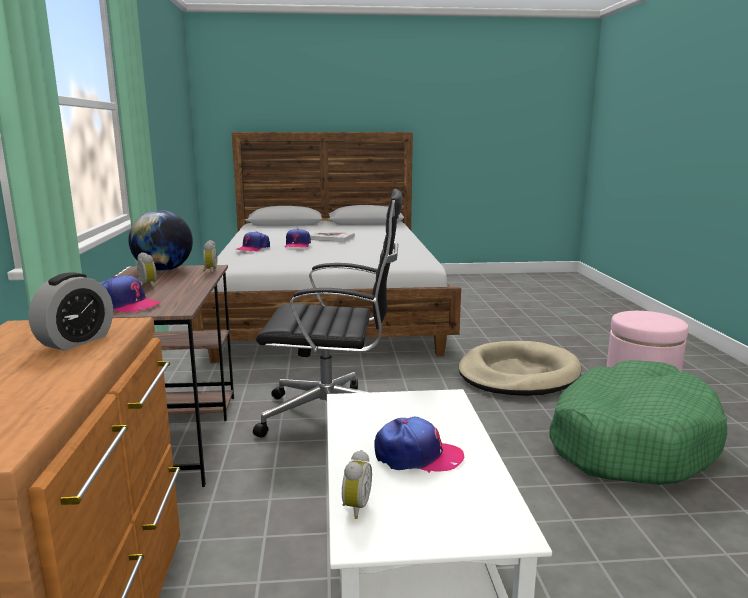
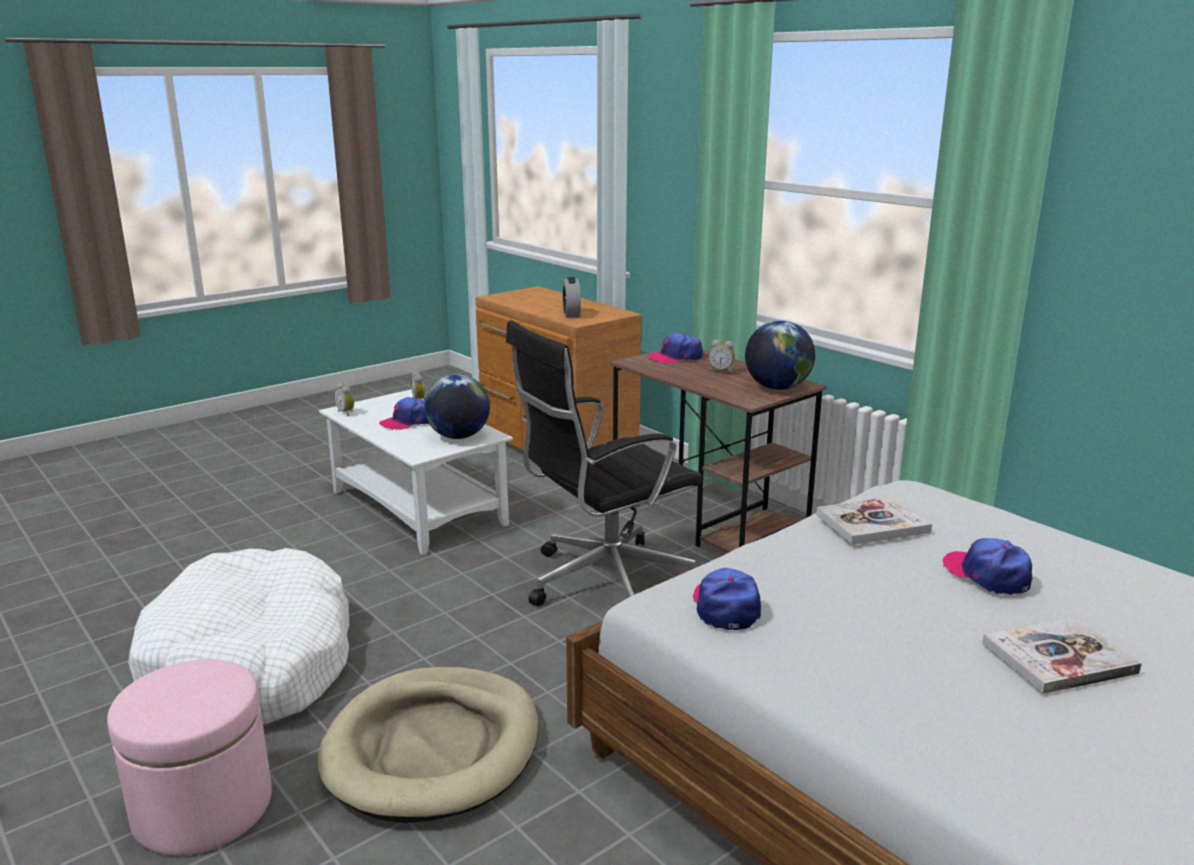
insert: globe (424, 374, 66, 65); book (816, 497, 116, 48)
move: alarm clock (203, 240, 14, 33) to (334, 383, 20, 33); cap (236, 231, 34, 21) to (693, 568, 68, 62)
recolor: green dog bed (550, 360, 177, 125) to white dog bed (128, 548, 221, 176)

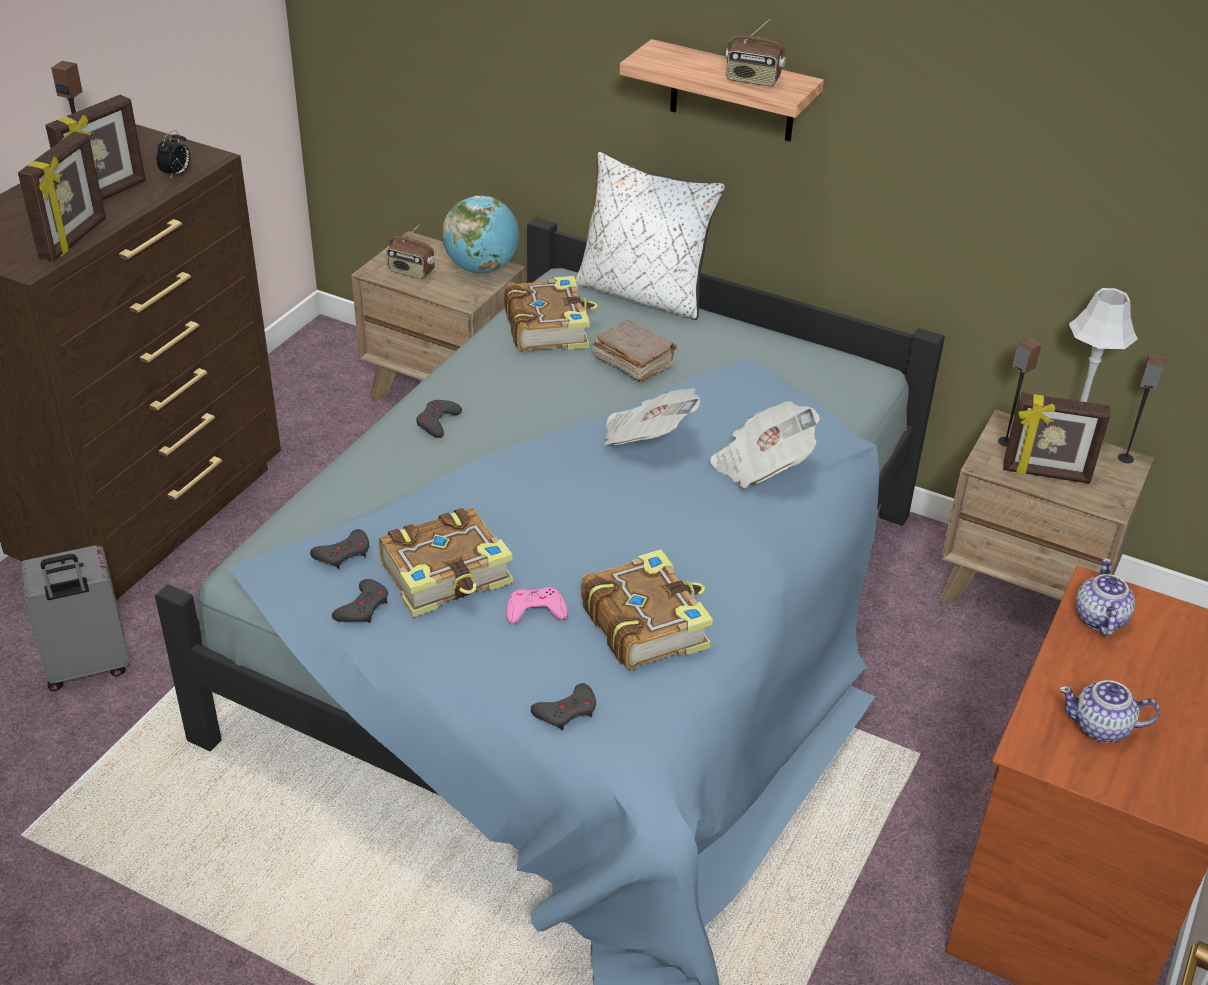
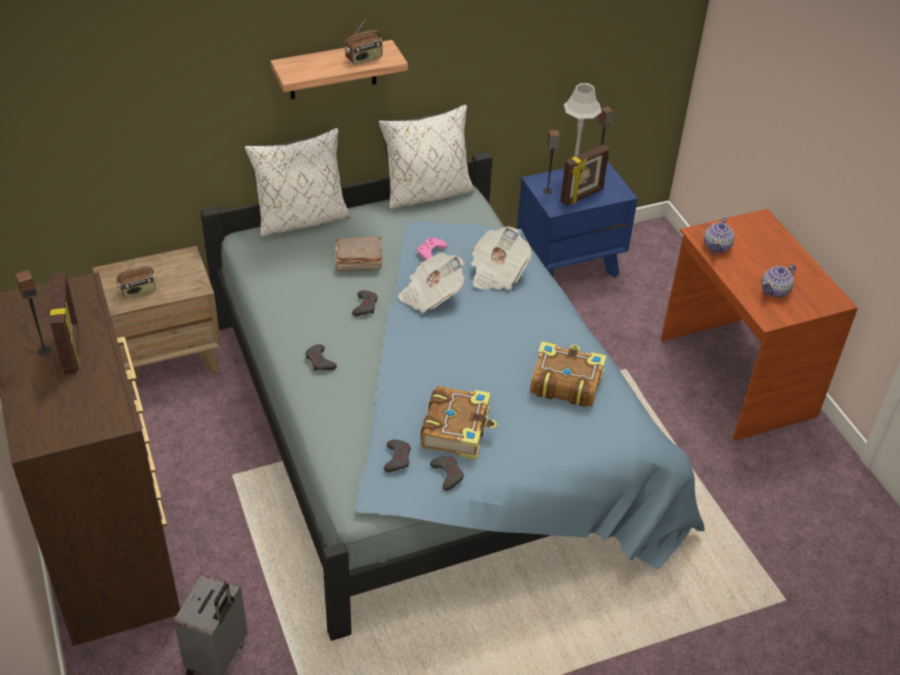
delete: picture frame (18, 132, 88, 129); alarm clock (156, 130, 35, 50); globe (442, 196, 77, 78); book (504, 276, 93, 76)
insert: white pillow (379, 105, 95, 105)
move: pink game controller (506, 587, 62, 37) to (417, 237, 30, 24); grey game controller (531, 683, 65, 47) to (352, 290, 26, 26)
recolor: brown nightstand (939, 409, 215, 196) to blue nightstand (517, 162, 121, 116)
rotate: teapot (1075, 558, 60, 79) = (704, 217, 30, 36) 120 degrees counterclockwise

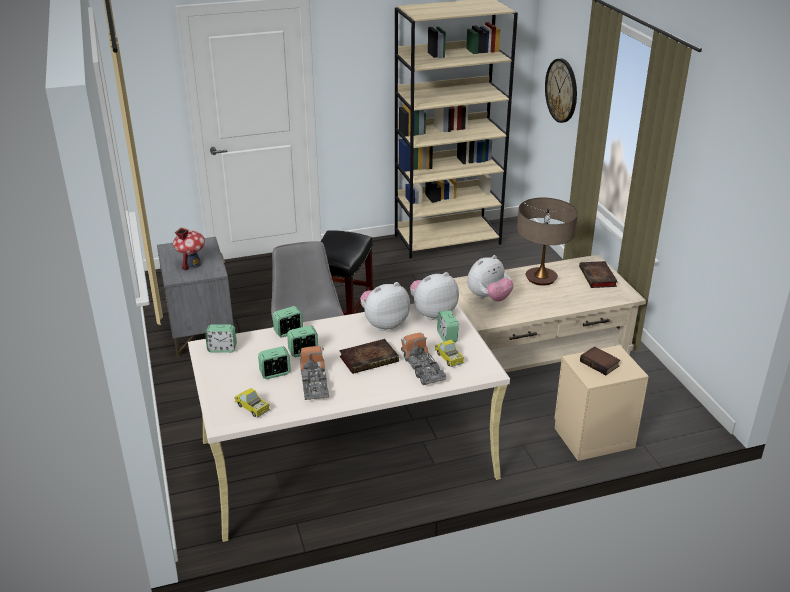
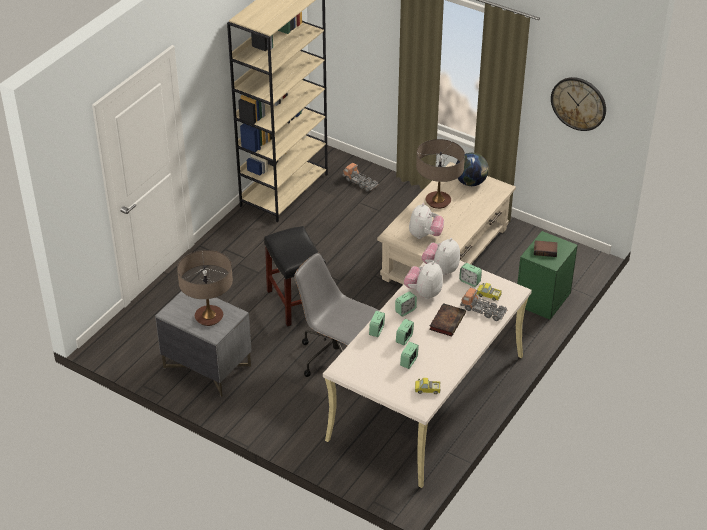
move: alarm clock (205, 324, 32, 29) to (395, 291, 22, 26); toy truck (298, 346, 31, 54) to (343, 163, 36, 29); wall clock (545, 58, 32, 65) to (551, 77, 55, 54)
replace: toy house (173, 227, 32, 43) to table lamp (177, 250, 56, 76); book (579, 261, 39, 27) to globe (456, 153, 33, 33)
recolor: beige nightstand (554, 345, 95, 116) to green nightstand (517, 231, 61, 89)

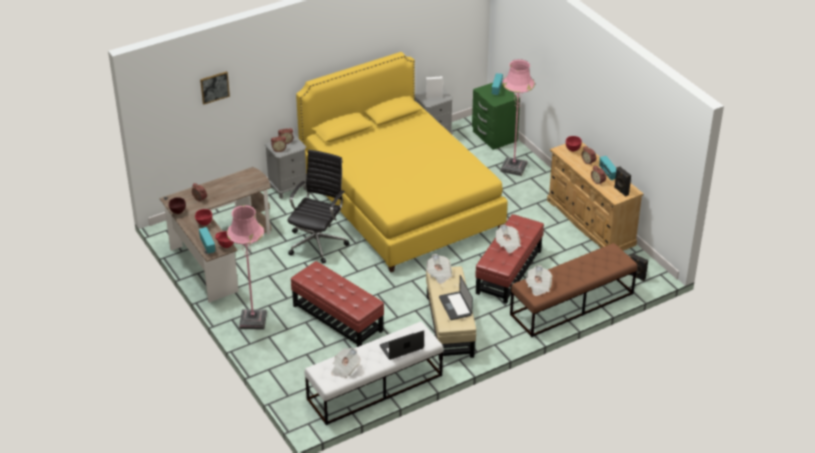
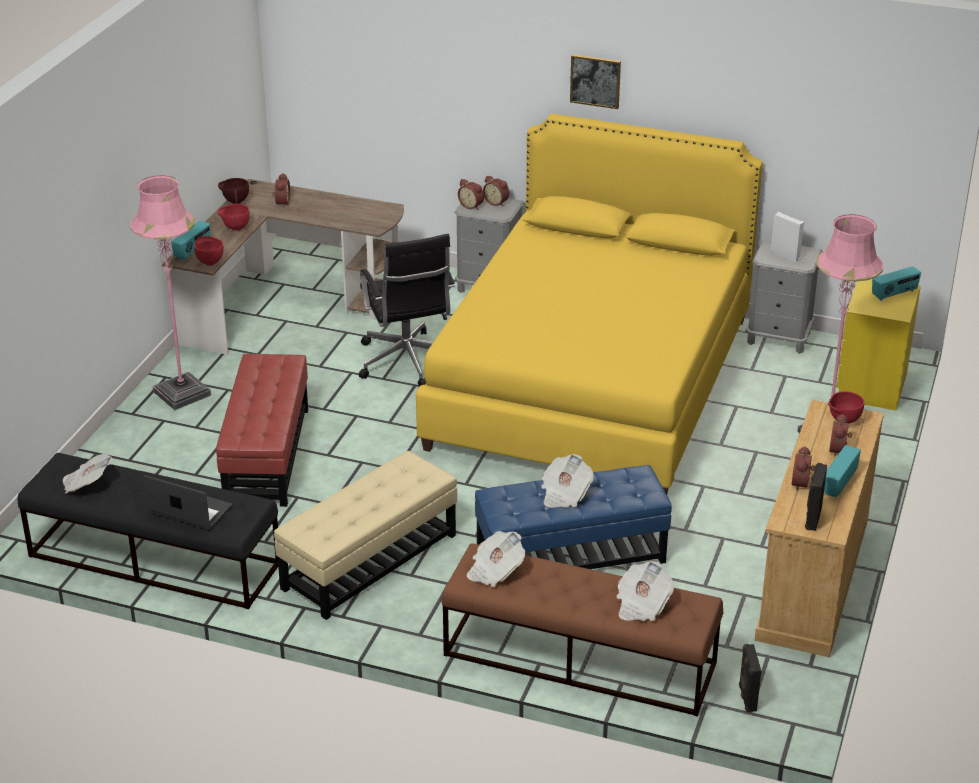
delete: laptop (439, 275, 34, 45)
move: picture (200, 71, 30, 34) to (570, 54, 51, 55); newspaper (427, 254, 26, 30) to (616, 561, 58, 60)
recolor: white bench (304, 321, 140, 104) to black bench (18, 453, 260, 156); green nightstand (472, 83, 48, 67) to yellow nightstand (836, 279, 85, 132); red ottoman (475, 214, 69, 90) to blue ottoman (475, 465, 197, 104)
rotate: black office chair (287, 150, 62, 114) = (359, 234, 96, 153) 90 degrees clockwise

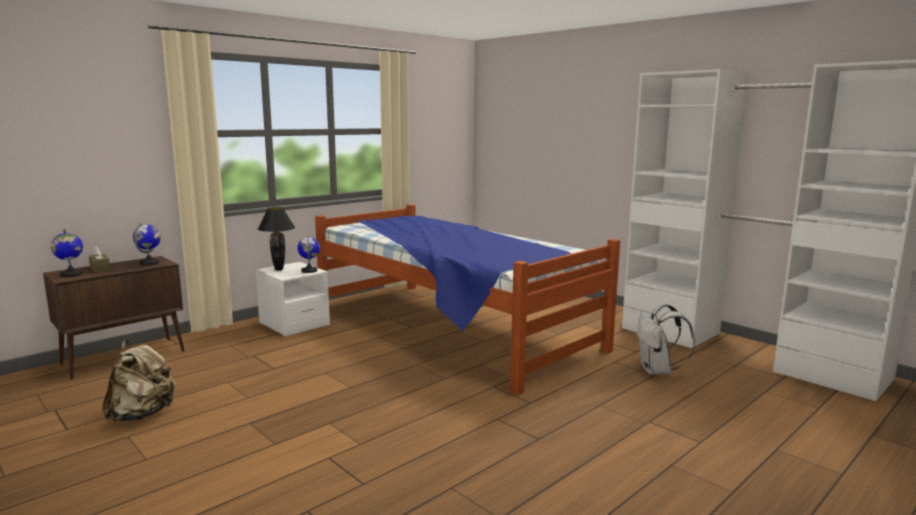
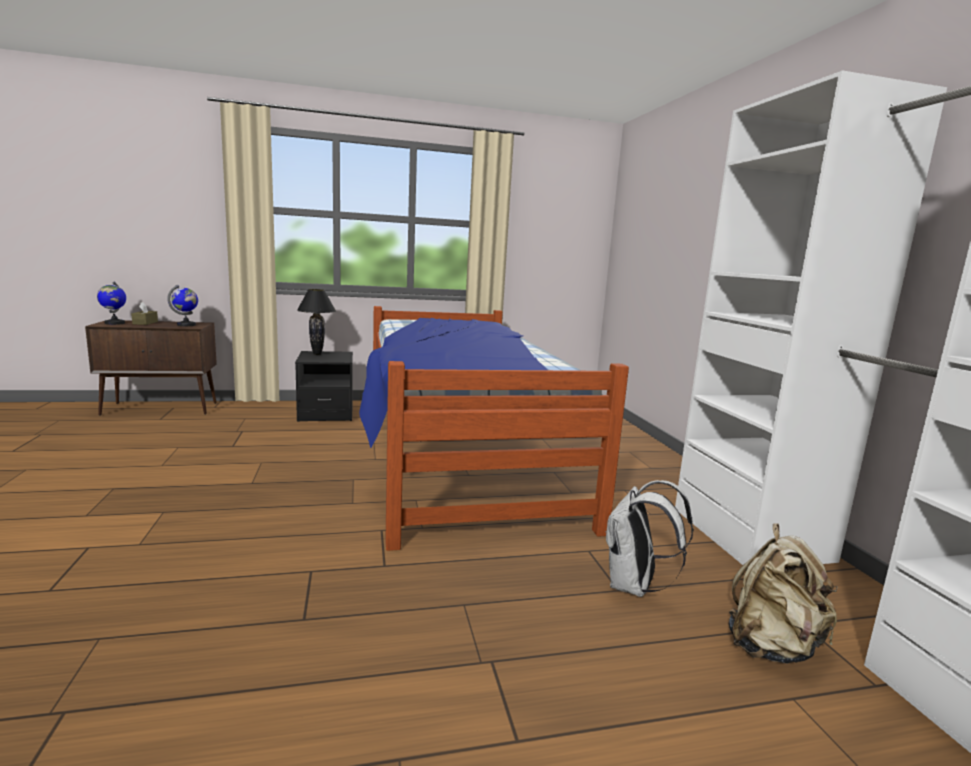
delete: globe (297, 235, 23, 38)
move: beige backpack (102, 340, 74, 81) to (729, 523, 109, 140)
recolor: white nightstand (255, 262, 75, 75) to black nightstand (295, 351, 58, 71)

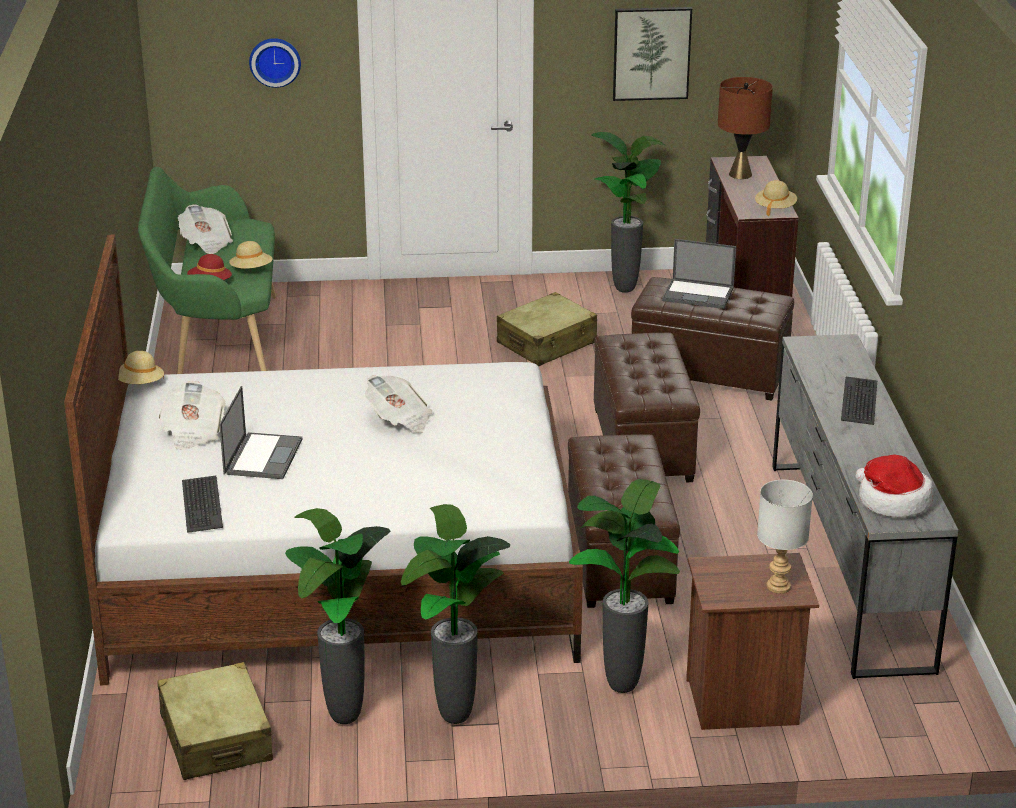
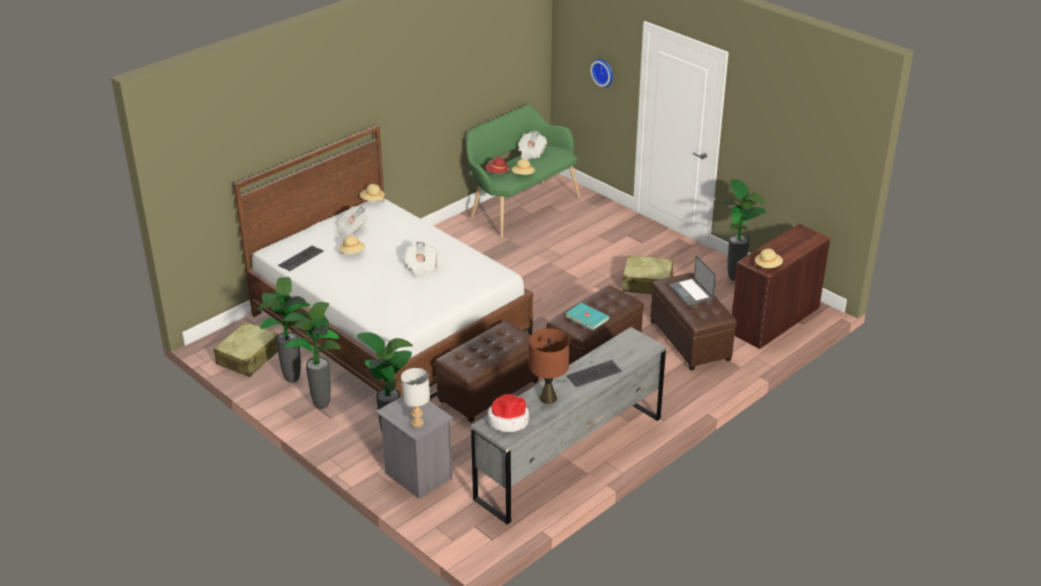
delete: picture (613, 7, 79, 94)
insert: turquoise book (565, 303, 45, 28)
move: brown table lamp (718, 77, 55, 102) to (529, 328, 41, 76)
replace: laptop (219, 386, 83, 93) to beige hat (339, 235, 26, 19)
recolor: brown nightstand (686, 553, 133, 177) to grey nightstand (376, 397, 78, 102)

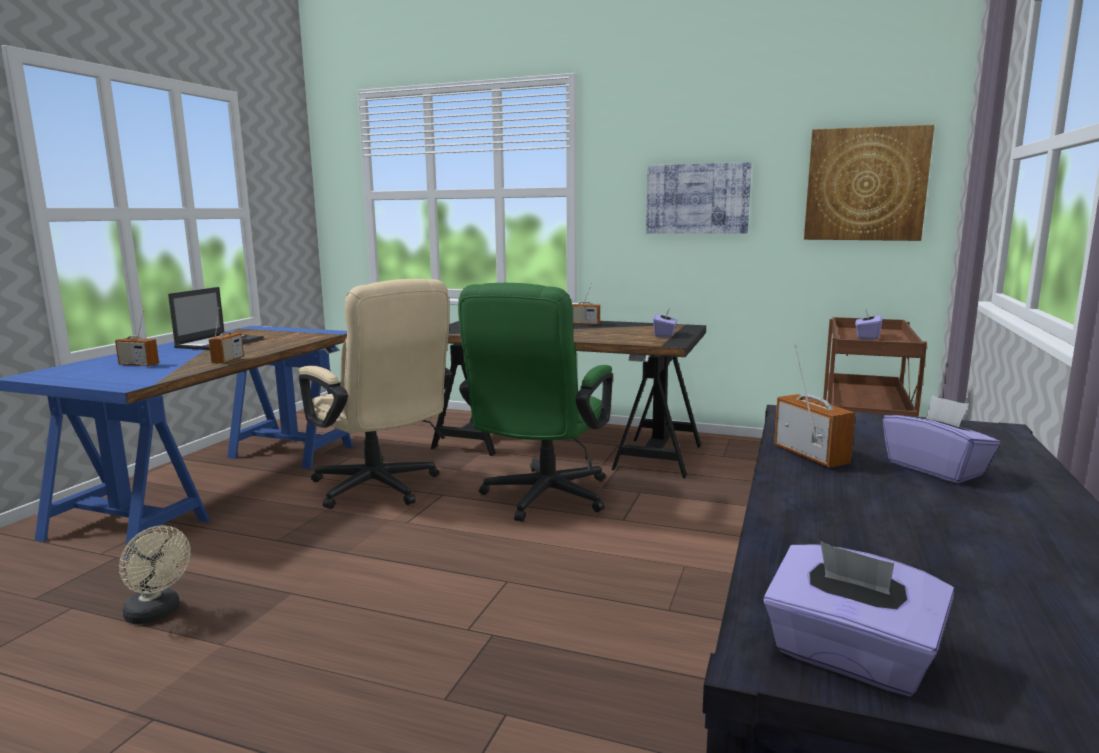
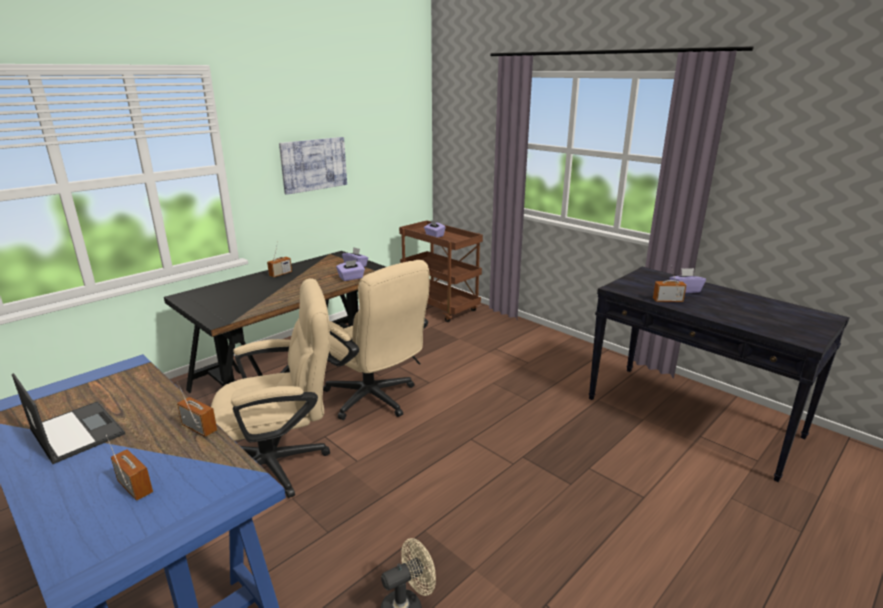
delete: picture (804, 125, 131, 116)
move: purple tissue box (763, 541, 191, 155) to (336, 260, 29, 21)
recolor: green office chair (458, 283, 155, 239) to beige office chair (323, 260, 107, 160)
rotate: radio (115, 310, 44, 57) = (106, 435, 47, 66) 90 degrees counterclockwise

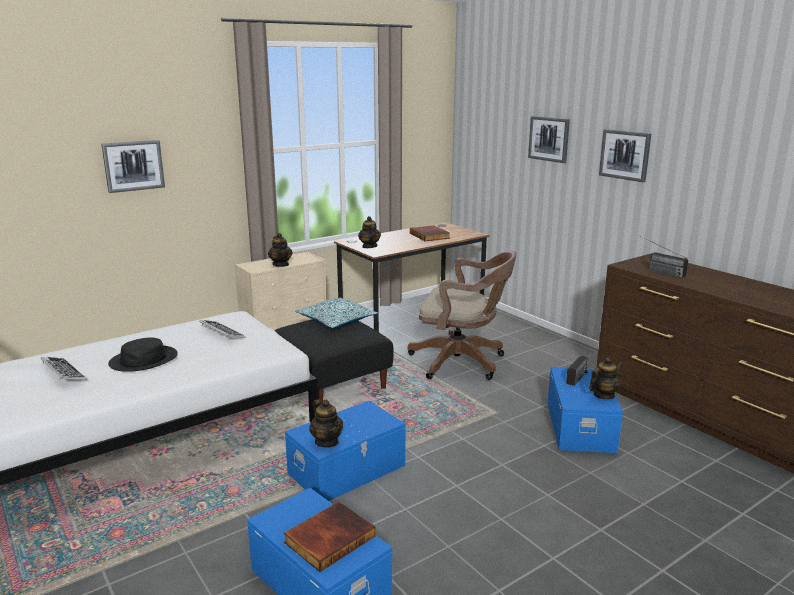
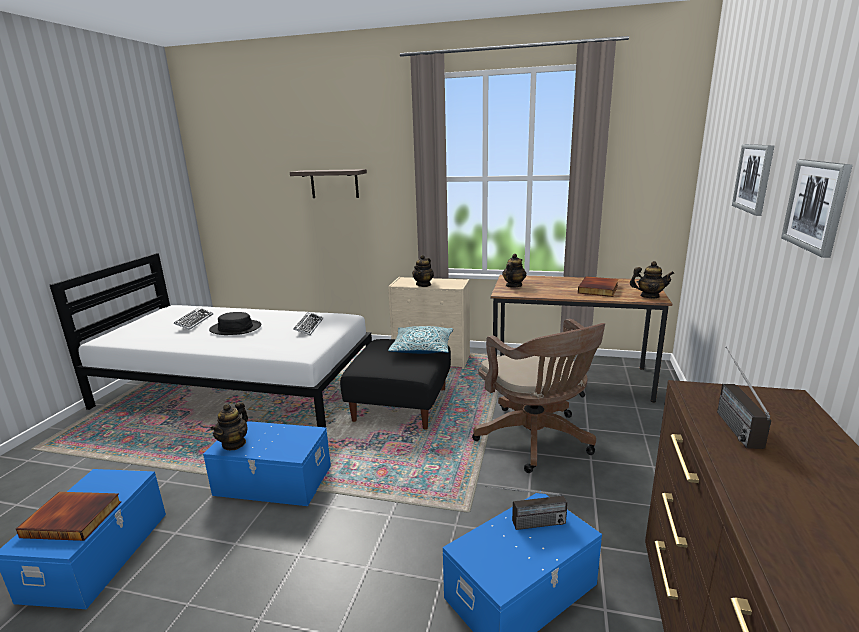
move: teapot (589, 357, 34, 42) to (630, 261, 44, 37)
replace: picture (101, 140, 64, 53) to shelf (290, 169, 77, 29)

